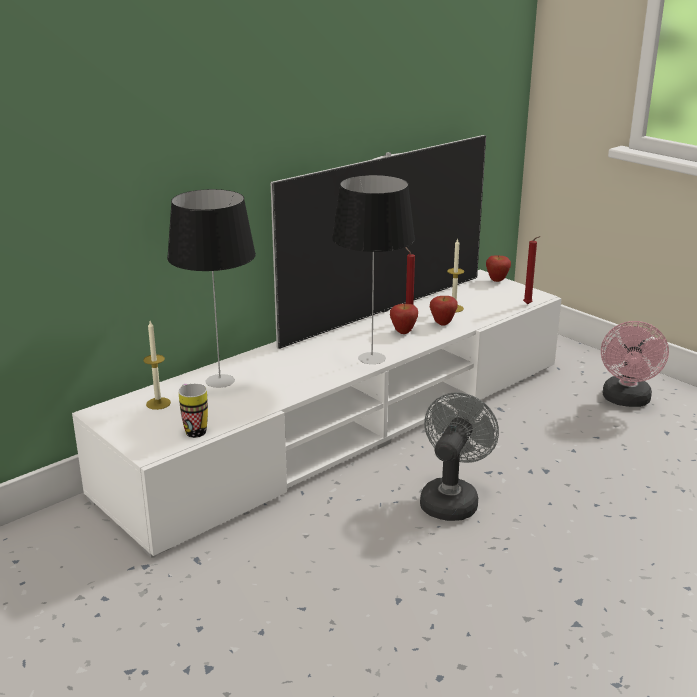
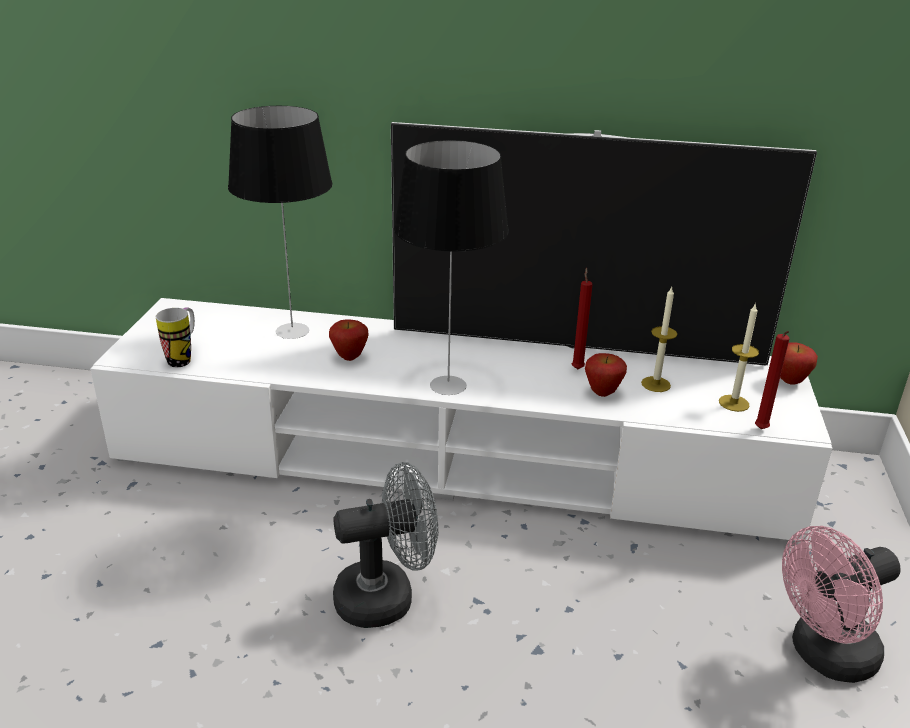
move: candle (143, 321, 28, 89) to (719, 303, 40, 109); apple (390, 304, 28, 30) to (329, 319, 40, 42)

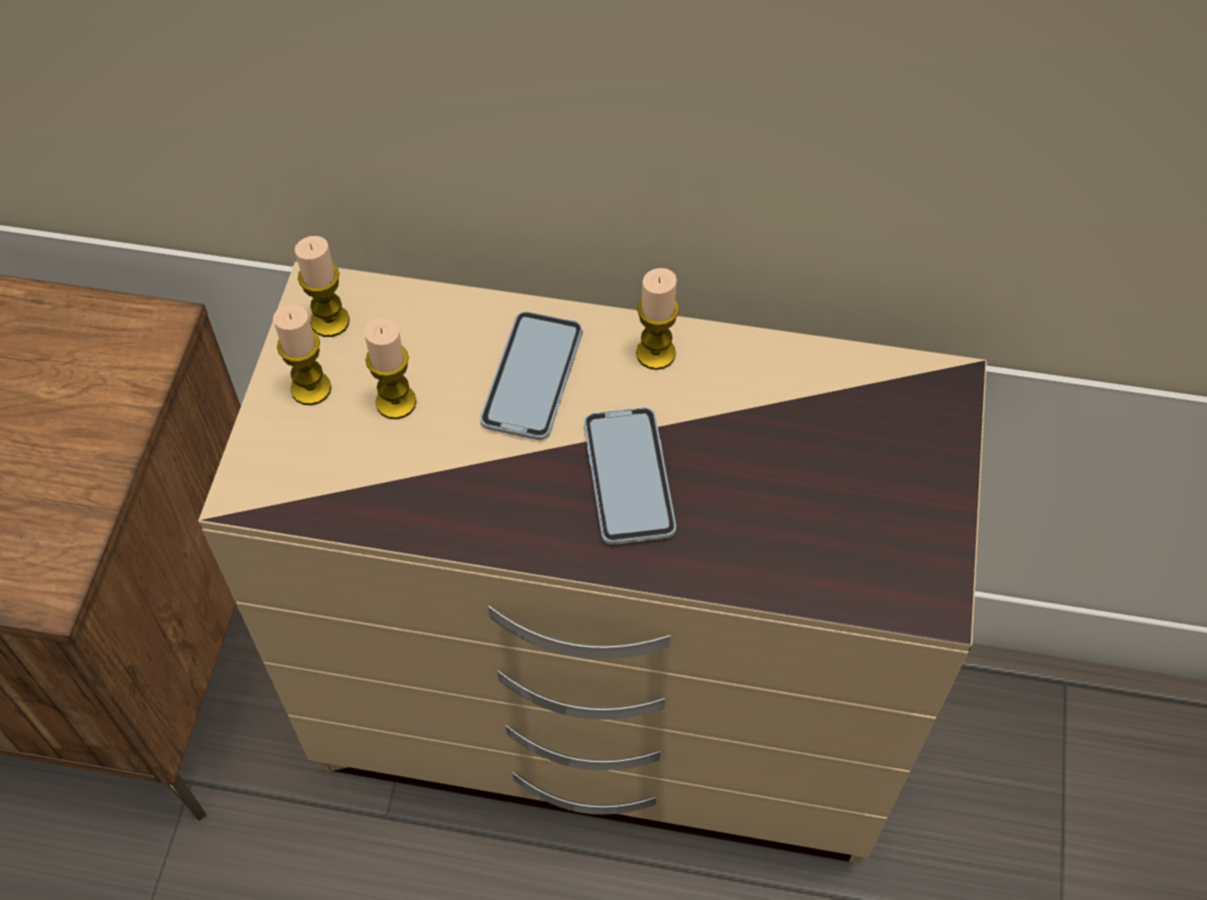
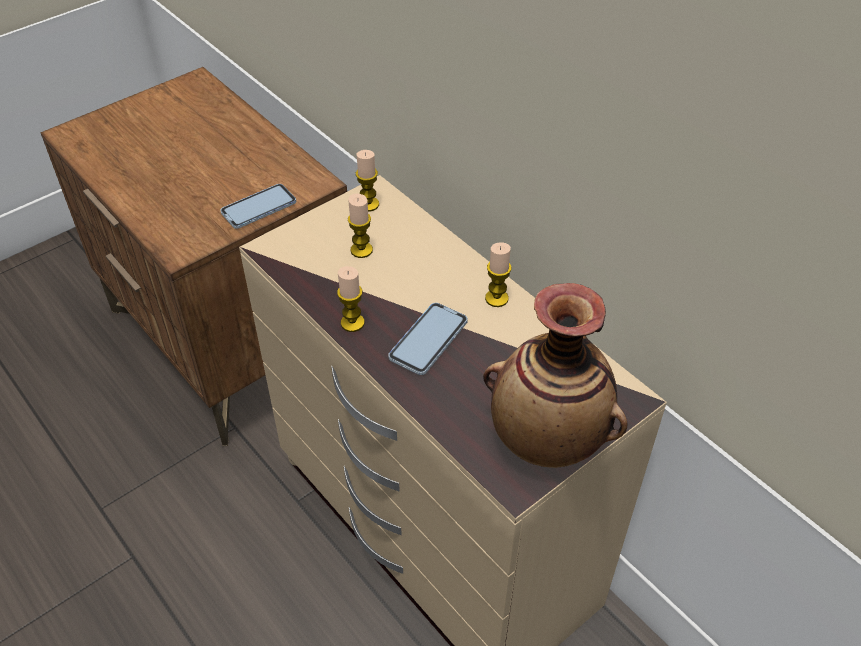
insert: vase (483, 283, 145, 185)
move: candle (273, 305, 58, 100) to (337, 266, 28, 66); phone (480, 311, 103, 129) to (220, 184, 76, 45)

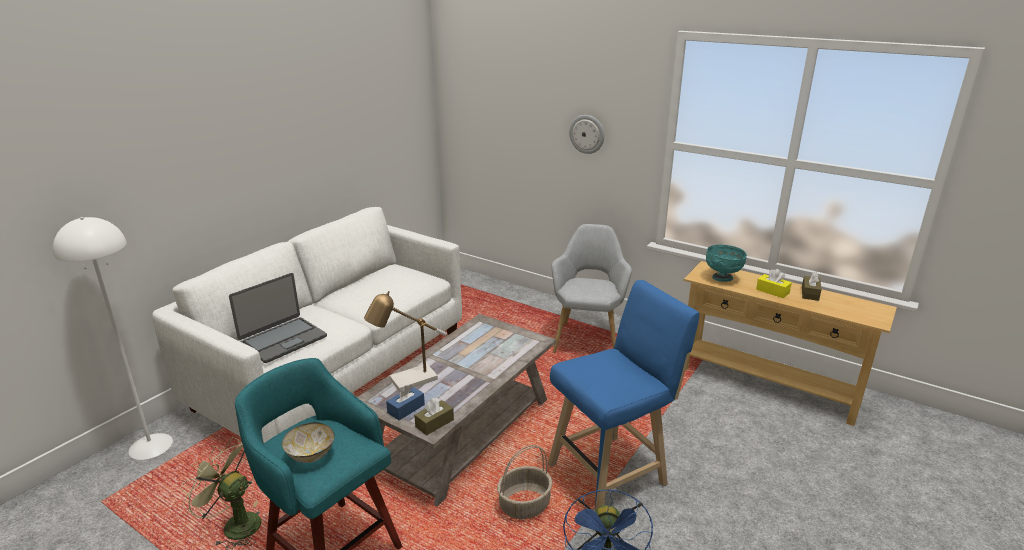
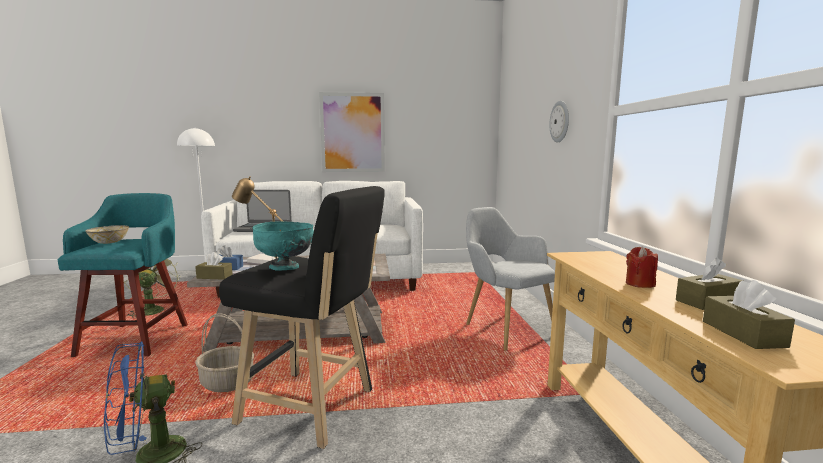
insert: picture (319, 92, 66, 80); brown tissue box (703, 280, 92, 69)
move: turquoise bowl (706, 245, 41, 37) to (253, 221, 61, 50)
replace: yellow tissue box (756, 269, 36, 29) to red candle (626, 247, 32, 41)
recolor: blue stool (548, 280, 151, 231) to black stool (219, 186, 166, 263)
rotate: grey armchair (551, 224, 81, 129) = (466, 207, 89, 144) 90 degrees counterclockwise

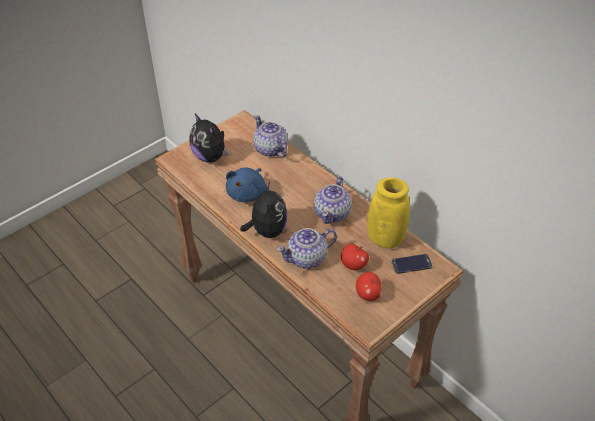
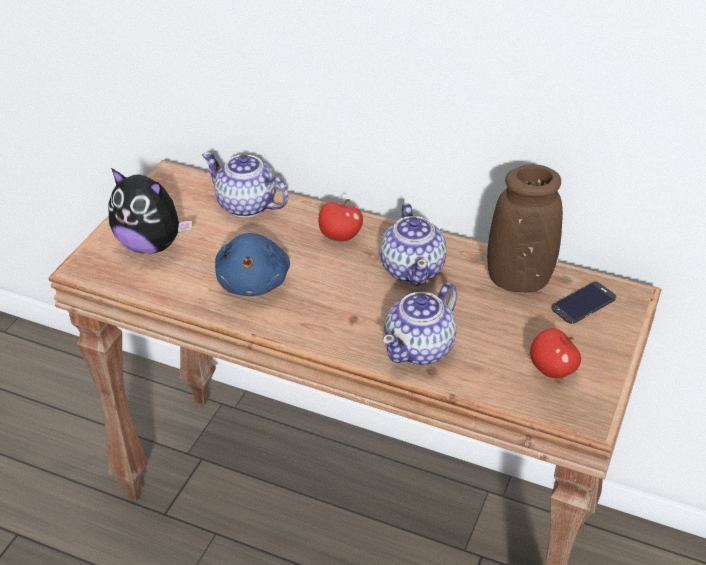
delete: plush toy (240, 182, 48, 56)
move: apple (341, 244, 28, 26) to (319, 199, 44, 42)
recolor: yellow vase (367, 178, 43, 70) to brown vase (487, 164, 76, 128)

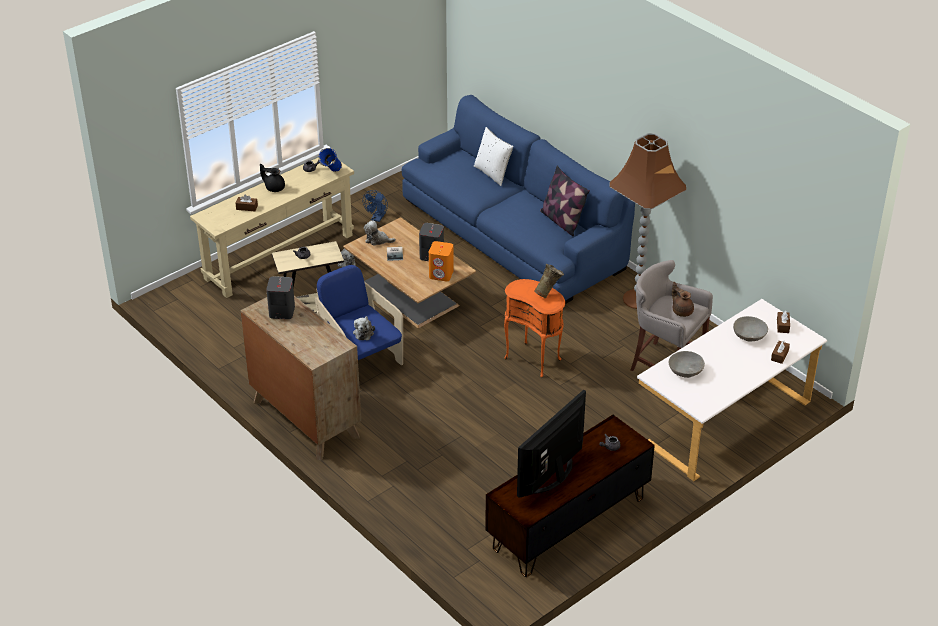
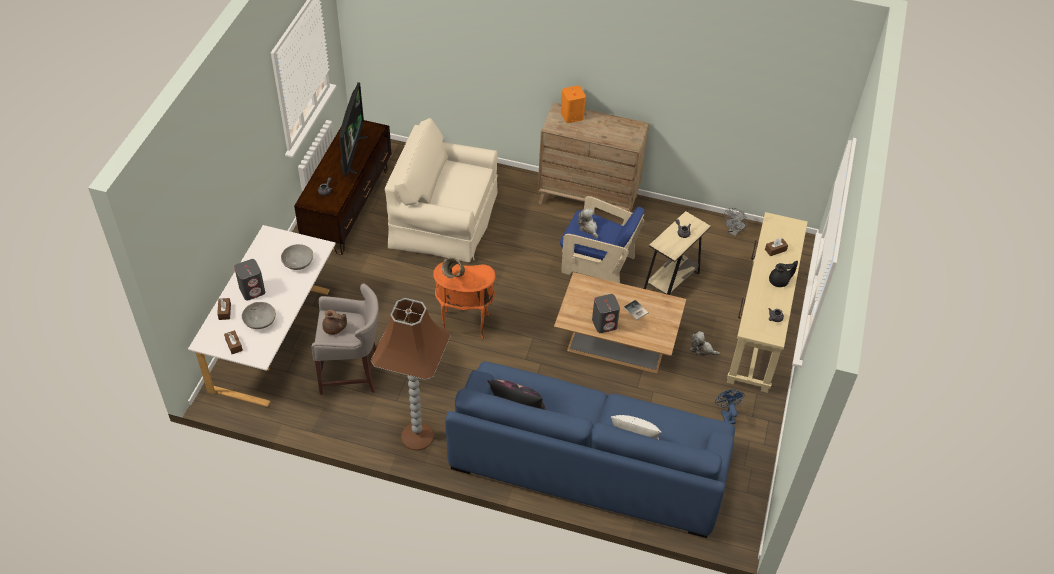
delete: blue vase (318, 148, 24, 24); plush toy (364, 220, 32, 26)
insert: beige armchair (385, 118, 113, 144); grey fan (723, 208, 25, 28)
move: grey speaker (266, 276, 29, 43) to (234, 259, 31, 42); orange speaker (429, 241, 25, 41) to (561, 86, 25, 37)

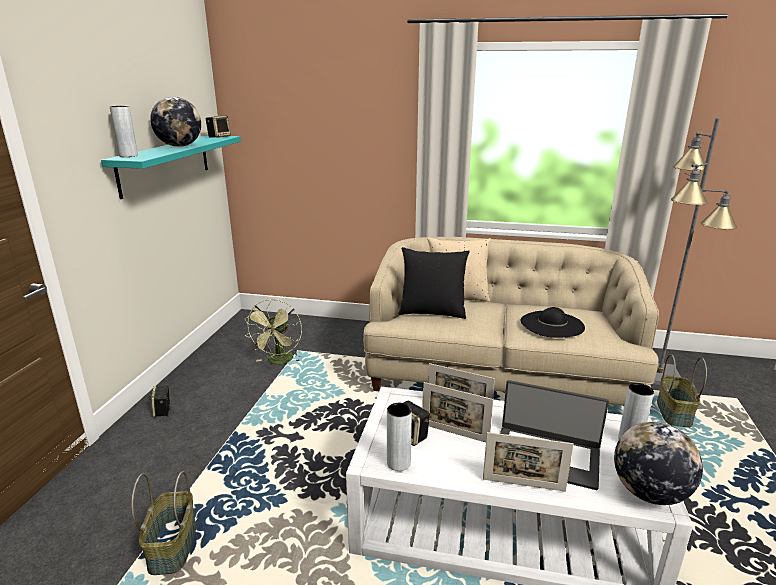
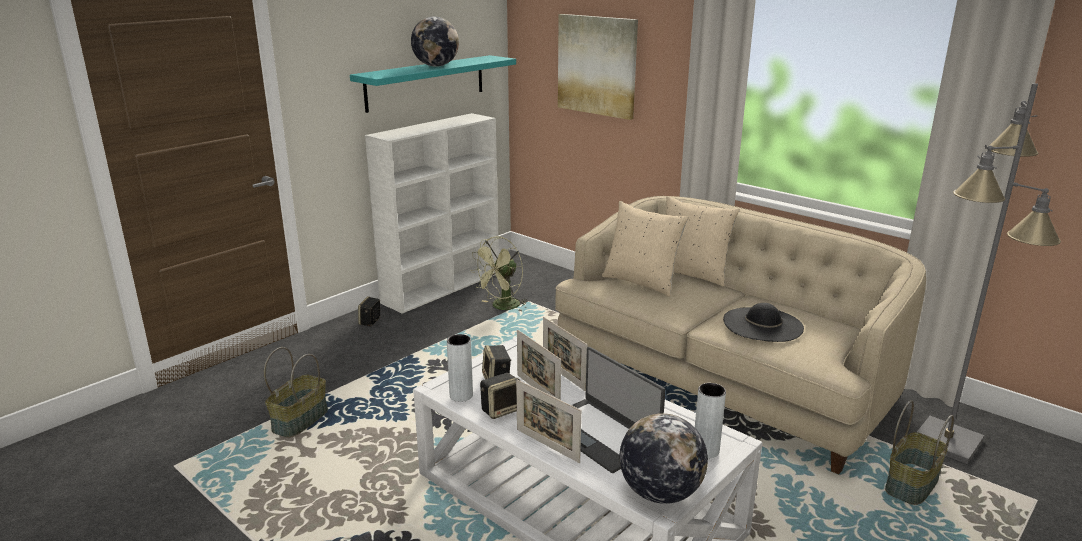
delete: grey vase (110, 106, 28, 51)
insert: white bookcase (365, 113, 134, 201); picture (558, 14, 80, 106)
move: speaker (206, 115, 25, 23) to (480, 373, 39, 46)
recolor: black pillow (398, 247, 72, 72) to beige pillow (602, 201, 87, 95)

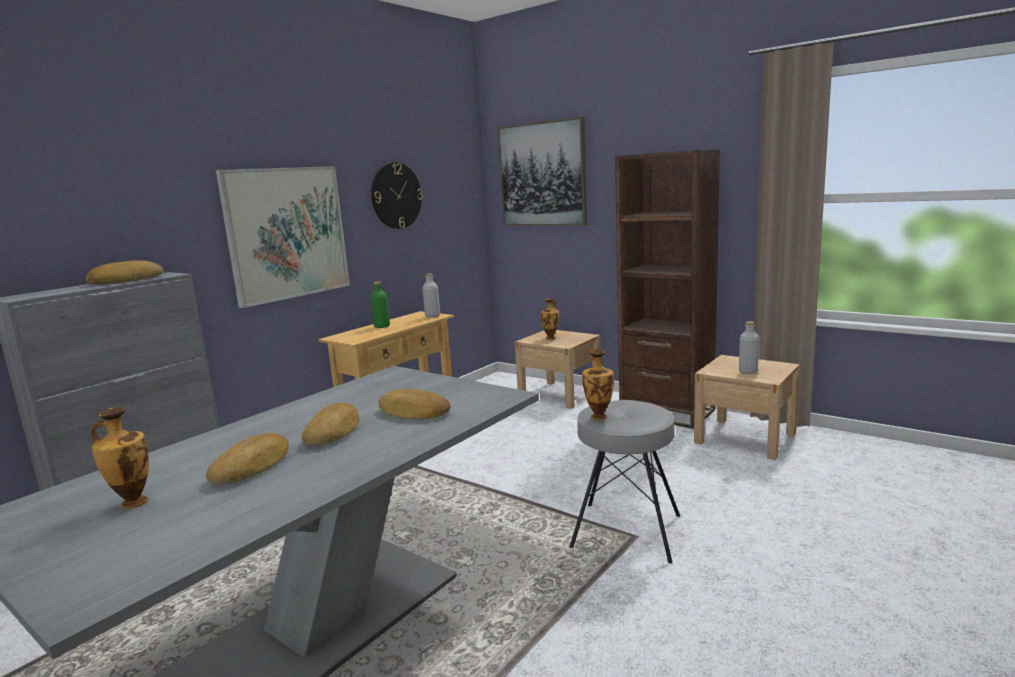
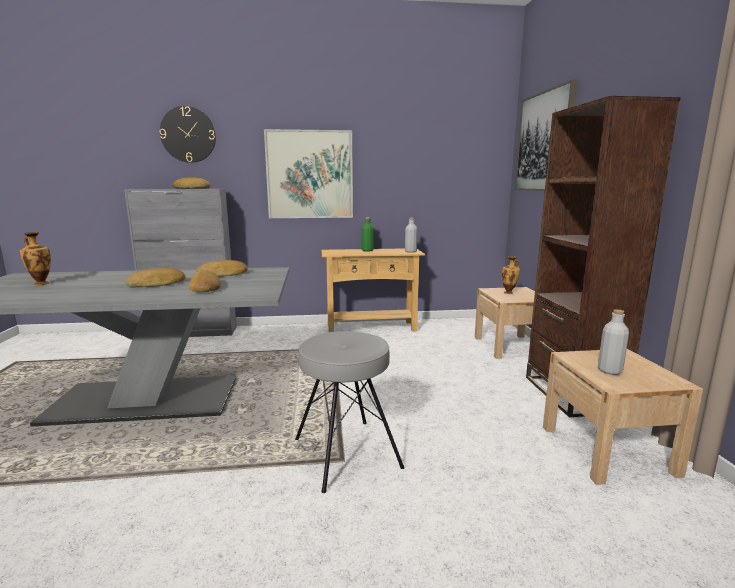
delete: vase (582, 350, 32, 70)
move: bread (206, 433, 83, 51) to (196, 260, 52, 17); wall clock (371, 162, 52, 67) to (160, 106, 56, 57)

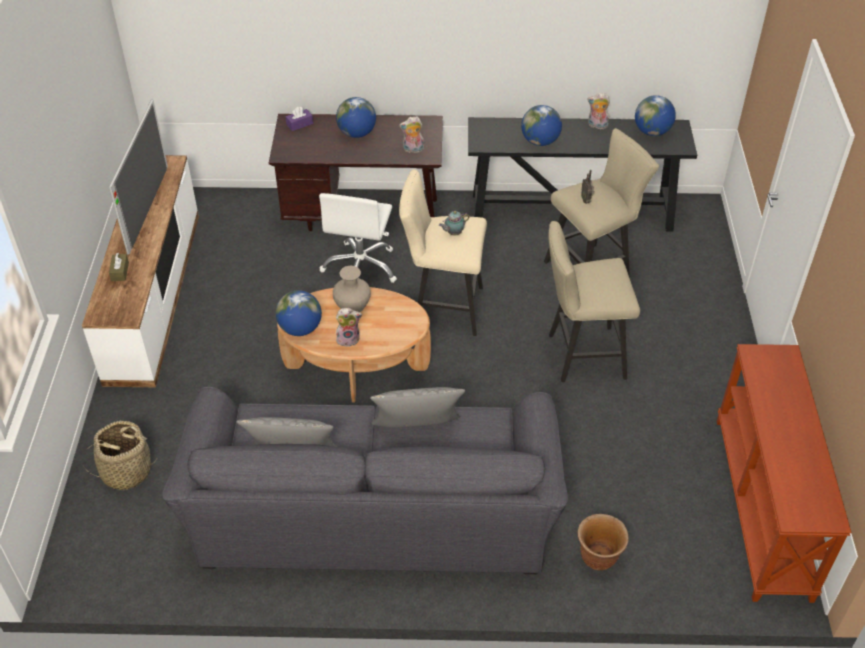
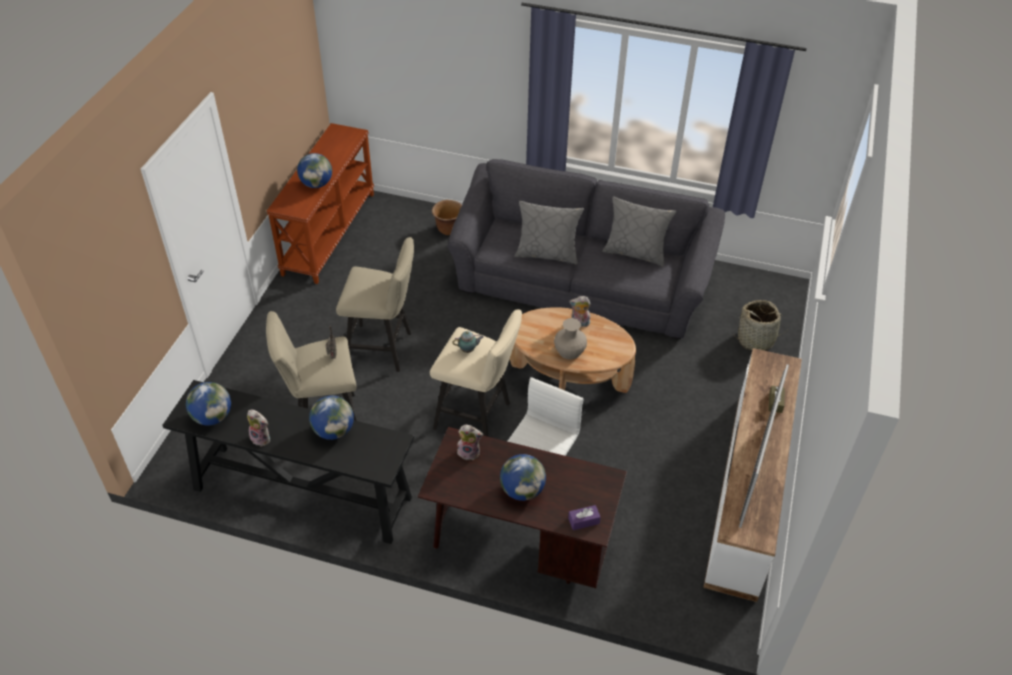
move: globe (276, 290, 46, 46) to (297, 153, 35, 35)

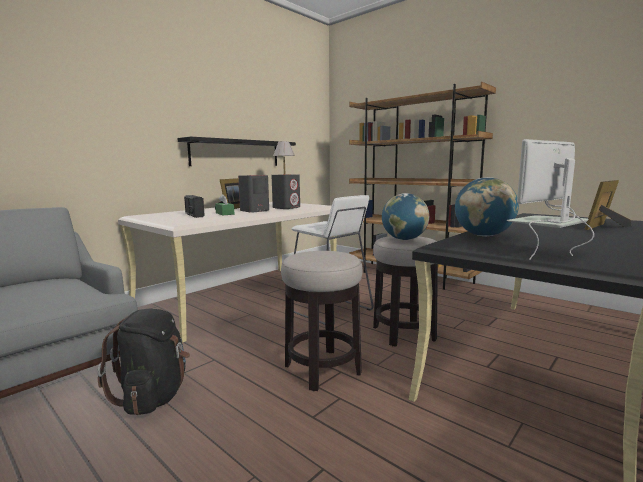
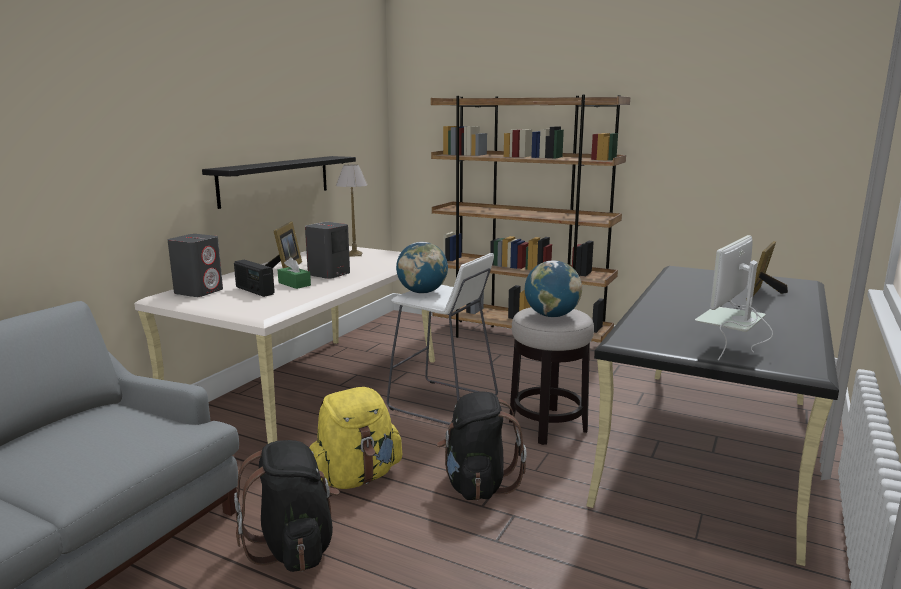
insert: yellow backpack (310, 387, 92, 102)
move: grey speaker (271, 174, 29, 35) to (168, 234, 55, 63); globe (455, 177, 64, 59) to (396, 242, 52, 52)
replace: stool (281, 251, 82, 140) to black backpack (436, 391, 91, 109)

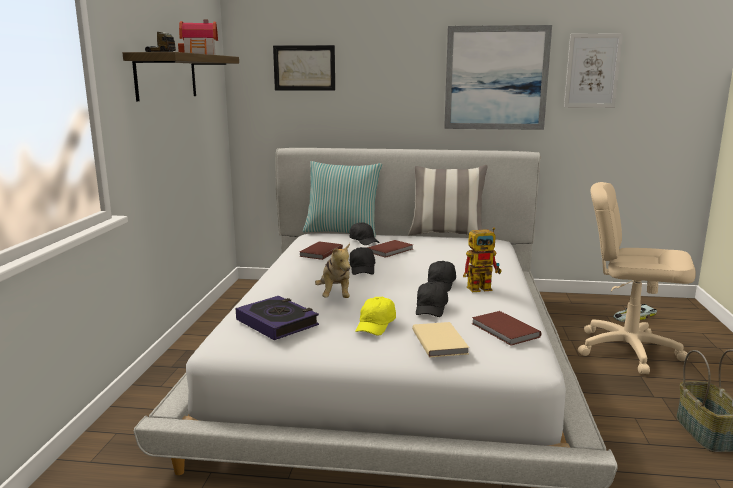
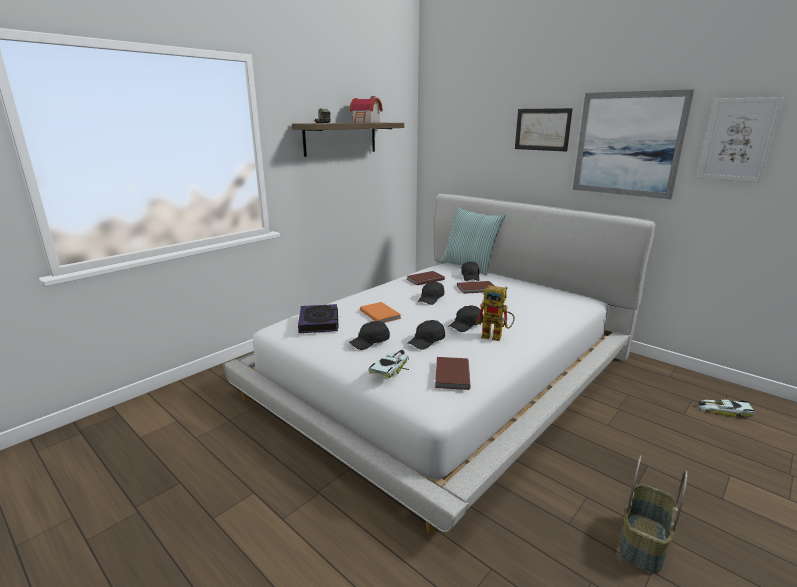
delete: pillow (408, 165, 79, 71); beige office chair (578, 182, 118, 192)
move: picture (273, 45, 62, 46) to (515, 108, 58, 44)
replace: plush toy (315, 243, 35, 55) to orange book (360, 302, 41, 21); beige book (412, 322, 57, 35) to toy car (368, 350, 41, 28)
recolor: yellow cap (355, 297, 41, 39) to black cap (349, 321, 41, 29)

